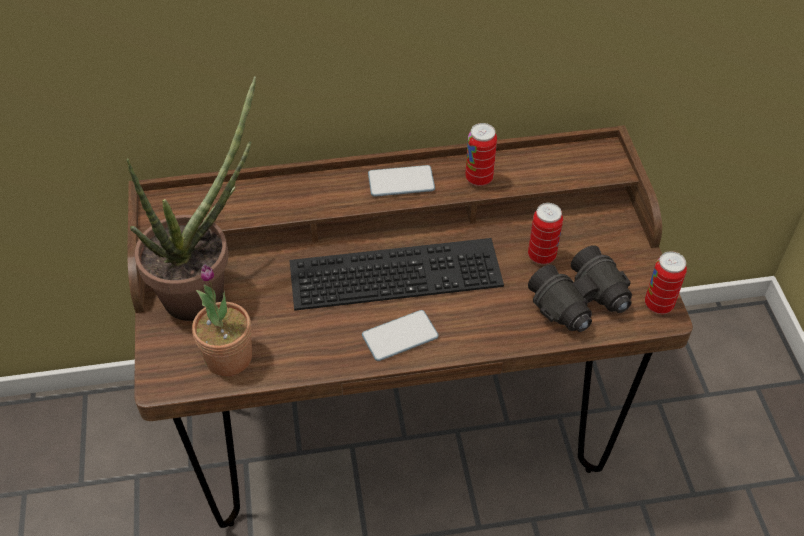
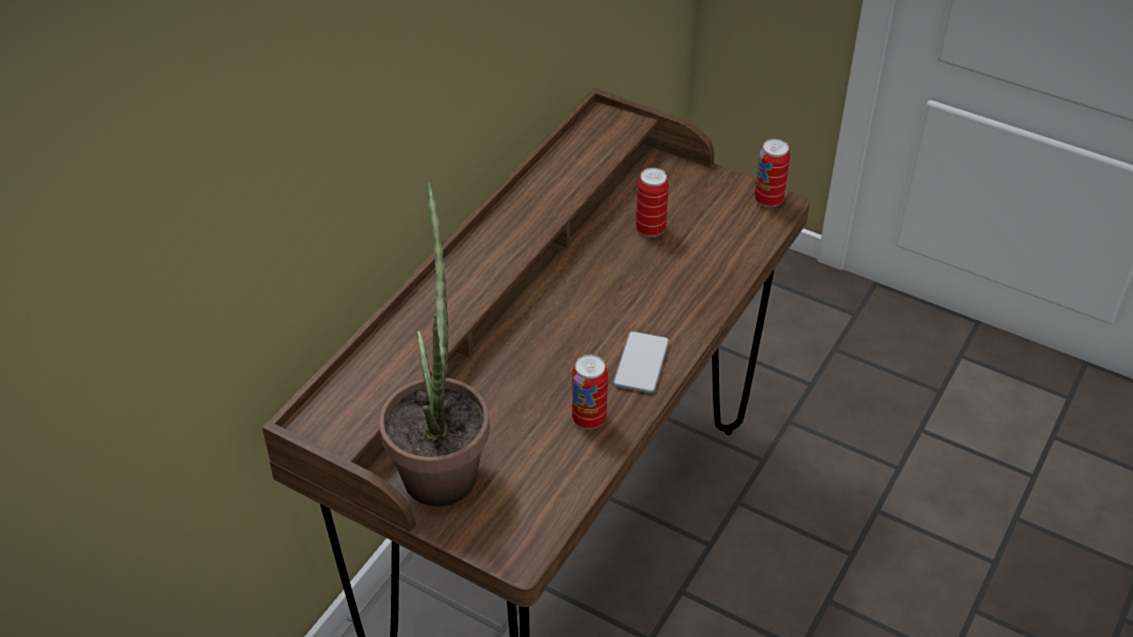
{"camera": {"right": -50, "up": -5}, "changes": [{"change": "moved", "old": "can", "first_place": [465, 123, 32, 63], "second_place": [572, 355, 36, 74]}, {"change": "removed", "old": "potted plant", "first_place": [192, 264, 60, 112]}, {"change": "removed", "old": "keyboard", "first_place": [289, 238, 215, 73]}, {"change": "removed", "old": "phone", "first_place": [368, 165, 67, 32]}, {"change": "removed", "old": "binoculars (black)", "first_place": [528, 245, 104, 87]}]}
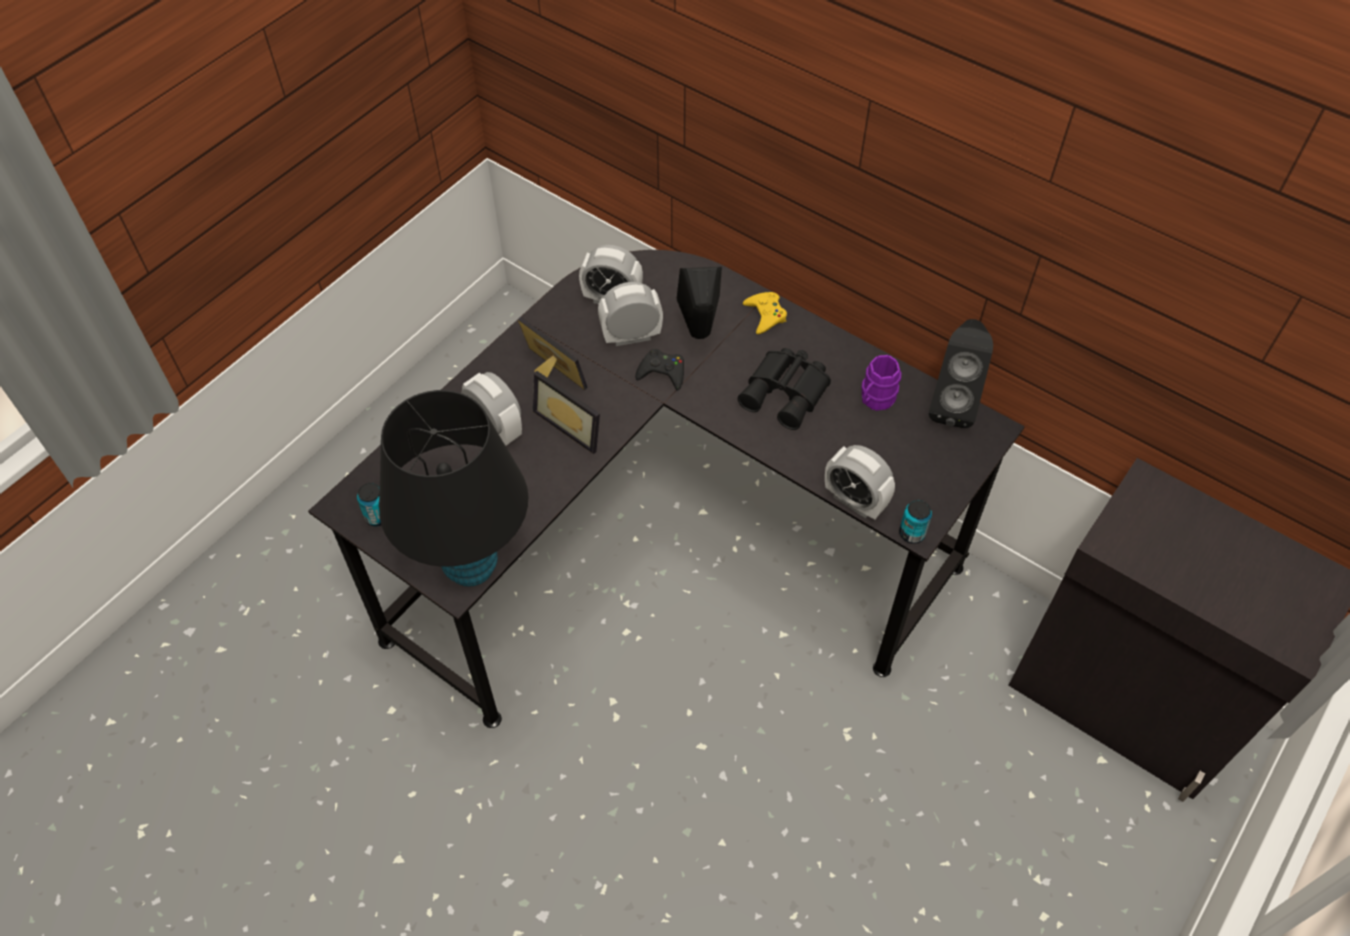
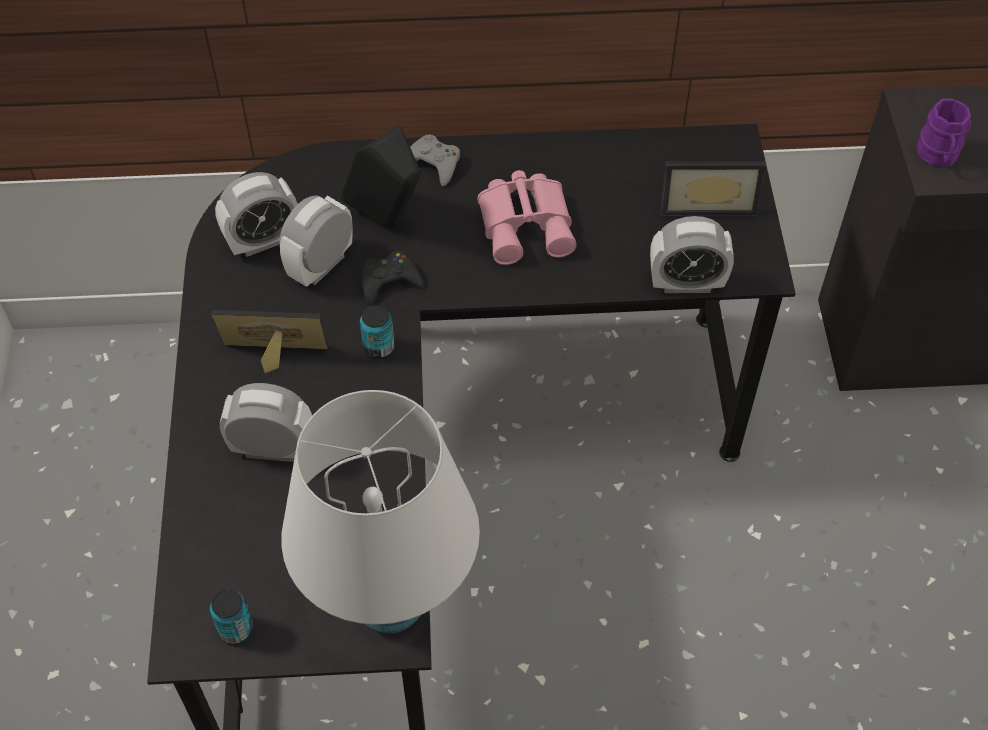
{"camera": {"right": -40, "up": 0}, "changes": [{"change": "recoloured", "old": "table lamp (black)", "new": "table lamp (white)", "first_place": [379, 390, 149, 197], "second_place": [281, 390, 199, 244]}, {"change": "moved", "old": "can", "first_place": [899, 500, 33, 44], "second_place": [360, 305, 35, 54]}, {"change": "recoloured", "old": "game controller (yellow)", "new": "game controller (grey)", "first_place": [743, 292, 44, 42], "second_place": [410, 135, 50, 52]}, {"change": "recoloured", "old": "binoculars (black)", "new": "binoculars (pink)", "first_place": [738, 348, 93, 82], "second_place": [477, 170, 100, 95]}, {"change": "moved", "old": "picture frame", "first_place": [533, 371, 67, 83], "second_place": [660, 161, 106, 55]}, {"change": "moved", "old": "mug (purple)", "first_place": [861, 355, 40, 56], "second_place": [917, 99, 54, 68]}, {"change": "removed", "old": "speaker (black)", "first_place": [929, 319, 64, 109]}]}
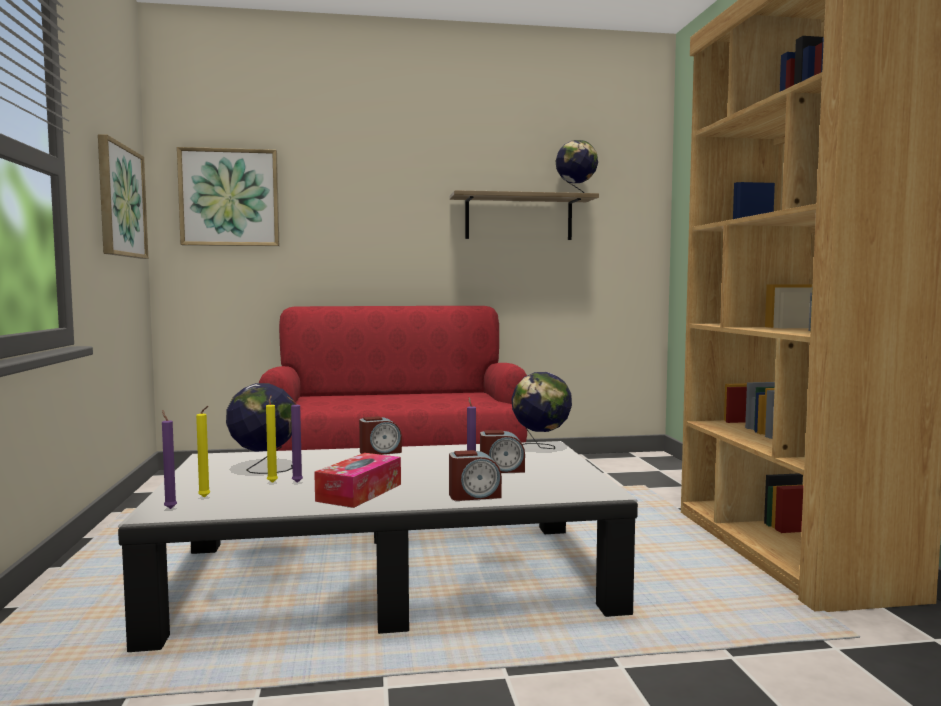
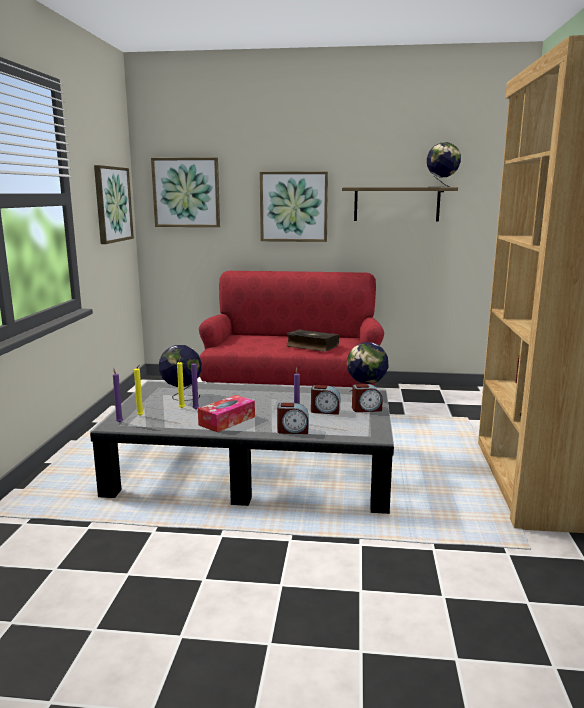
{"camera": {"right": 15, "up": 10}, "changes": [{"change": "added", "new": "picture", "second_place": [260, 171, 68, 71]}, {"change": "added", "new": "book", "second_place": [286, 329, 53, 22]}, {"change": "moved", "old": "alarm clock", "first_place": [359, 416, 43, 39], "second_place": [352, 384, 31, 28]}]}
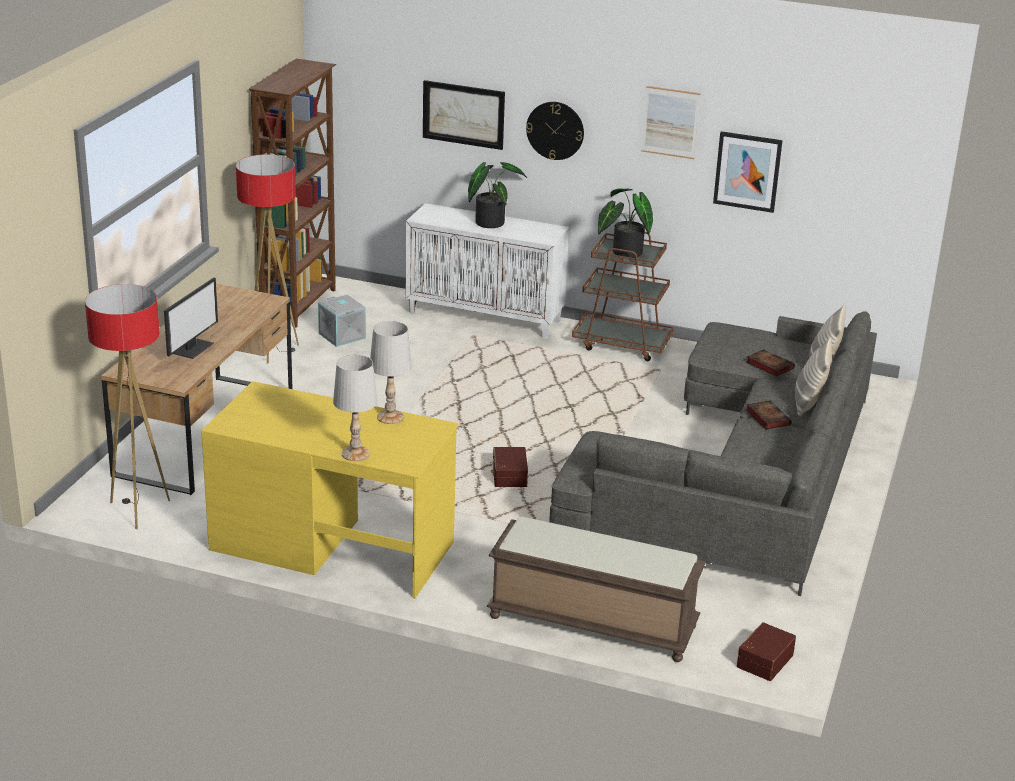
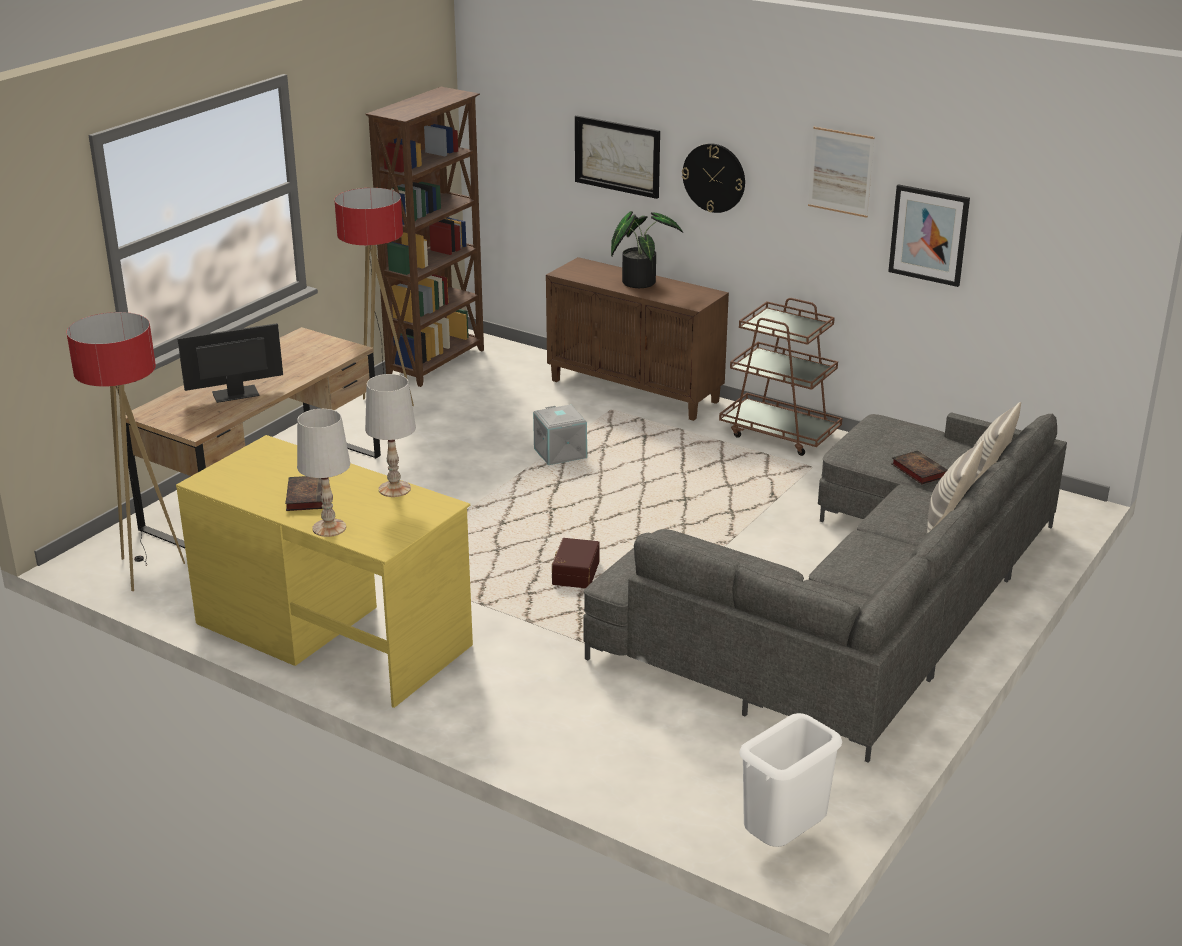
{"camera": {"right": 15, "up": 0}, "changes": [{"change": "turned", "old": "monitor", "first_place": [164, 277, 54, 82], "second_place": [177, 323, 106, 80], "degrees": -150}, {"change": "moved", "old": "book", "first_place": [746, 400, 46, 30], "second_place": [285, 476, 38, 35]}, {"change": "moved", "old": "storage box (grey)", "first_place": [318, 295, 48, 52], "second_place": [533, 404, 54, 61]}, {"change": "recoloured", "old": "cabinet (white)", "new": "cabinet (brown)", "first_place": [406, 203, 163, 136], "second_place": [546, 257, 183, 164]}, {"change": "replaced", "old": "storage box (brown)", "new": "trash can (white)", "first_place": [737, 622, 59, 59], "second_place": [739, 713, 103, 134]}, {"change": "removed", "old": "bench (brown)", "first_place": [487, 516, 219, 146]}, {"change": "removed", "old": "potted plant", "first_place": [598, 189, 55, 69]}]}
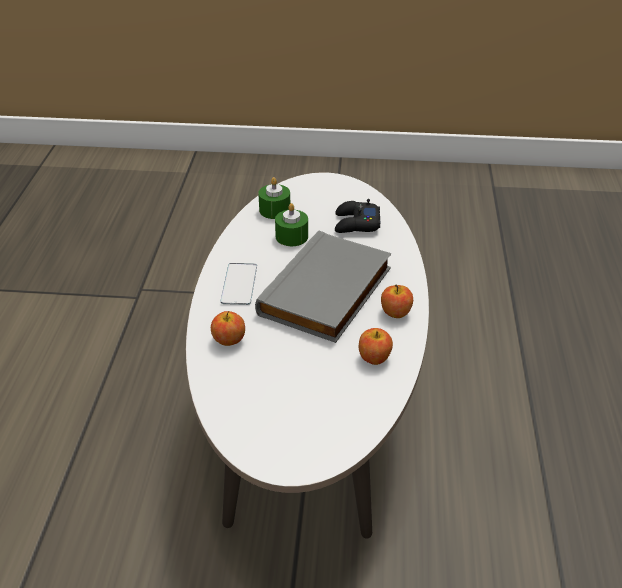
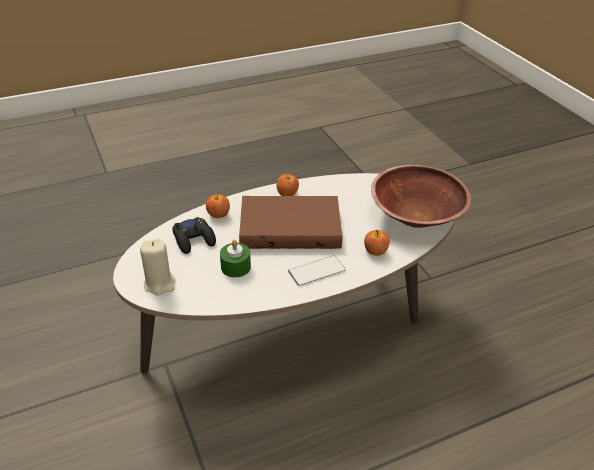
{"camera": {"right": -120, "up": 0}, "changes": [{"change": "added", "new": "candle (beige)", "second_place": [140, 239, 35, 56]}, {"change": "moved", "old": "apple", "first_place": [359, 328, 34, 37], "second_place": [206, 193, 24, 25]}, {"change": "recoloured", "old": "book (grey)", "new": "book (brown)", "first_place": [255, 231, 137, 112], "second_place": [239, 196, 104, 53]}, {"change": "added", "new": "bowl (brown)", "second_place": [371, 165, 100, 63]}, {"change": "removed", "old": "candle (green)", "first_place": [258, 177, 32, 42]}]}
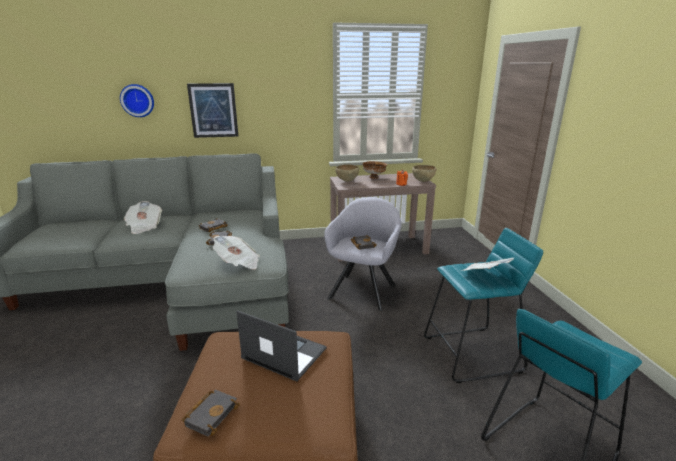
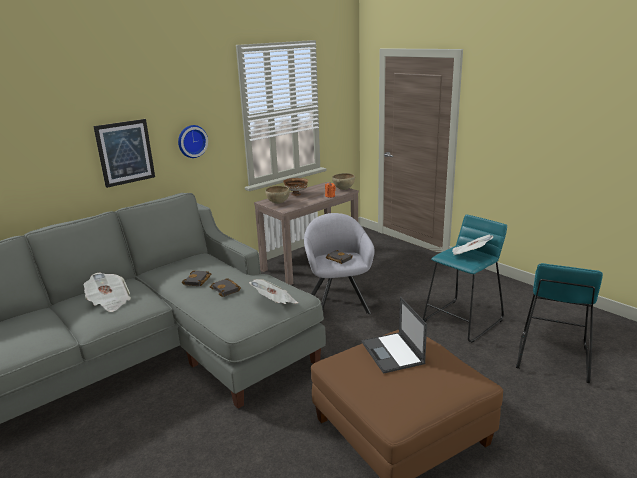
{"camera": {"right": -30, "up": 0}, "changes": [{"change": "moved", "old": "wall clock", "first_place": [120, 84, 34, 33], "second_place": [178, 125, 30, 33]}, {"change": "turned", "old": "laptop", "first_place": [236, 310, 91, 72], "second_place": [362, 297, 65, 77], "degrees": -105}, {"change": "removed", "old": "book (black)", "first_place": [182, 390, 58, 47]}]}
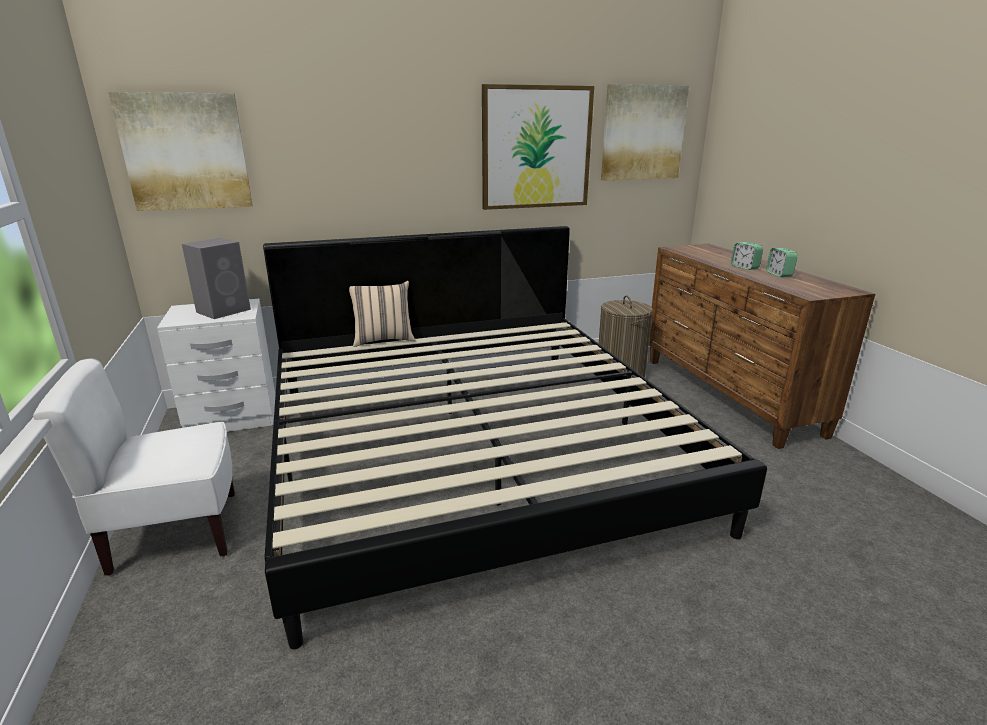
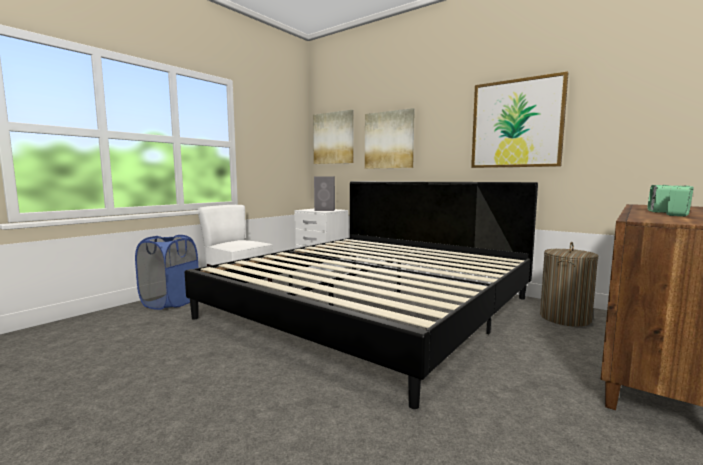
{"camera": {"right": 55, "up": -15}, "changes": [{"change": "added", "new": "laundry basket (blue)", "second_place": [135, 235, 64, 75]}, {"change": "moved", "old": "picture", "first_place": [601, 84, 88, 96], "second_place": [365, 108, 50, 61]}, {"change": "removed", "old": "pillow (beige)", "first_place": [349, 281, 67, 66]}]}
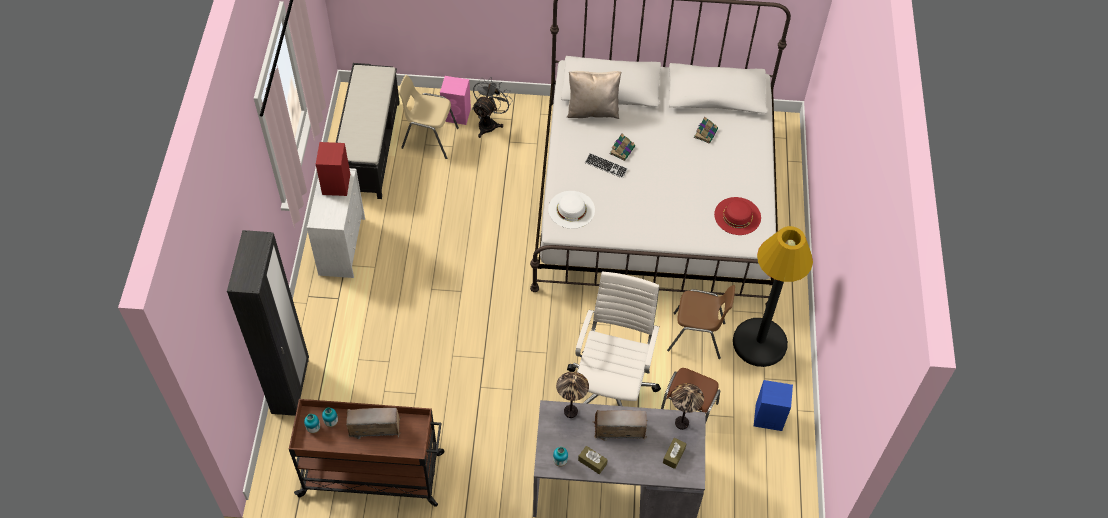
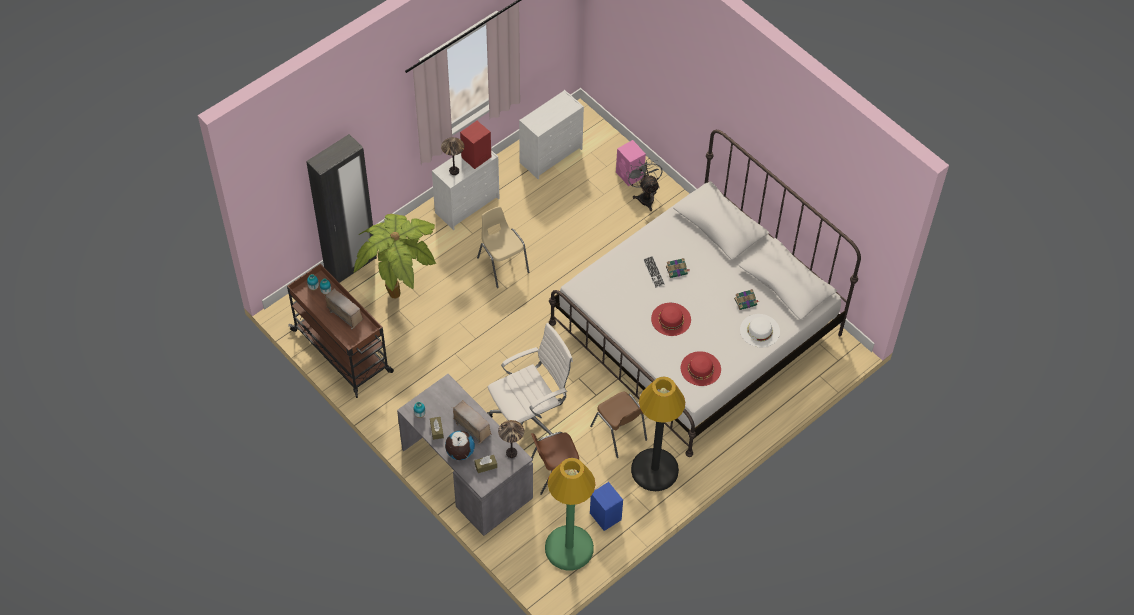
{"camera": {"right": 45, "up": 0}, "changes": [{"change": "added", "new": "potted plant", "second_place": [353, 214, 83, 85]}, {"change": "moved", "old": "table lamp", "first_place": [556, 372, 33, 46], "second_place": [441, 137, 23, 38]}, {"change": "added", "new": "globe", "second_place": [445, 431, 30, 29]}, {"change": "moved", "old": "chair (beige)", "first_place": [398, 75, 61, 84], "second_place": [477, 206, 52, 82]}, {"change": "replaced", "old": "bench (black)", "new": "dresser (white)", "first_place": [336, 63, 64, 136], "second_place": [519, 90, 65, 89]}, {"change": "added", "new": "floor lamp (green)", "second_place": [545, 458, 51, 112]}, {"change": "turned", "old": "fan (grey)", "first_place": [472, 77, 41, 61], "second_place": [626, 159, 37, 52], "degrees": -90}, {"change": "added", "new": "hat (red)", "second_place": [651, 303, 40, 33]}, {"change": "moved", "old": "hat (white)", "first_place": [548, 191, 47, 38], "second_place": [740, 314, 40, 33]}, {"change": "removed", "old": "pillow (beige)", "first_place": [567, 71, 54, 48]}]}
